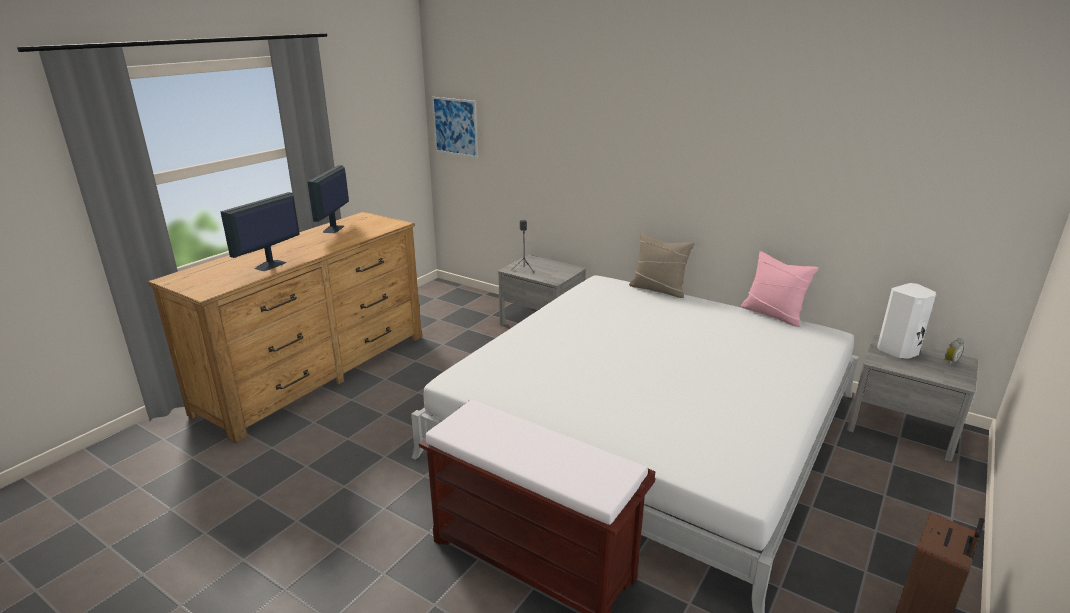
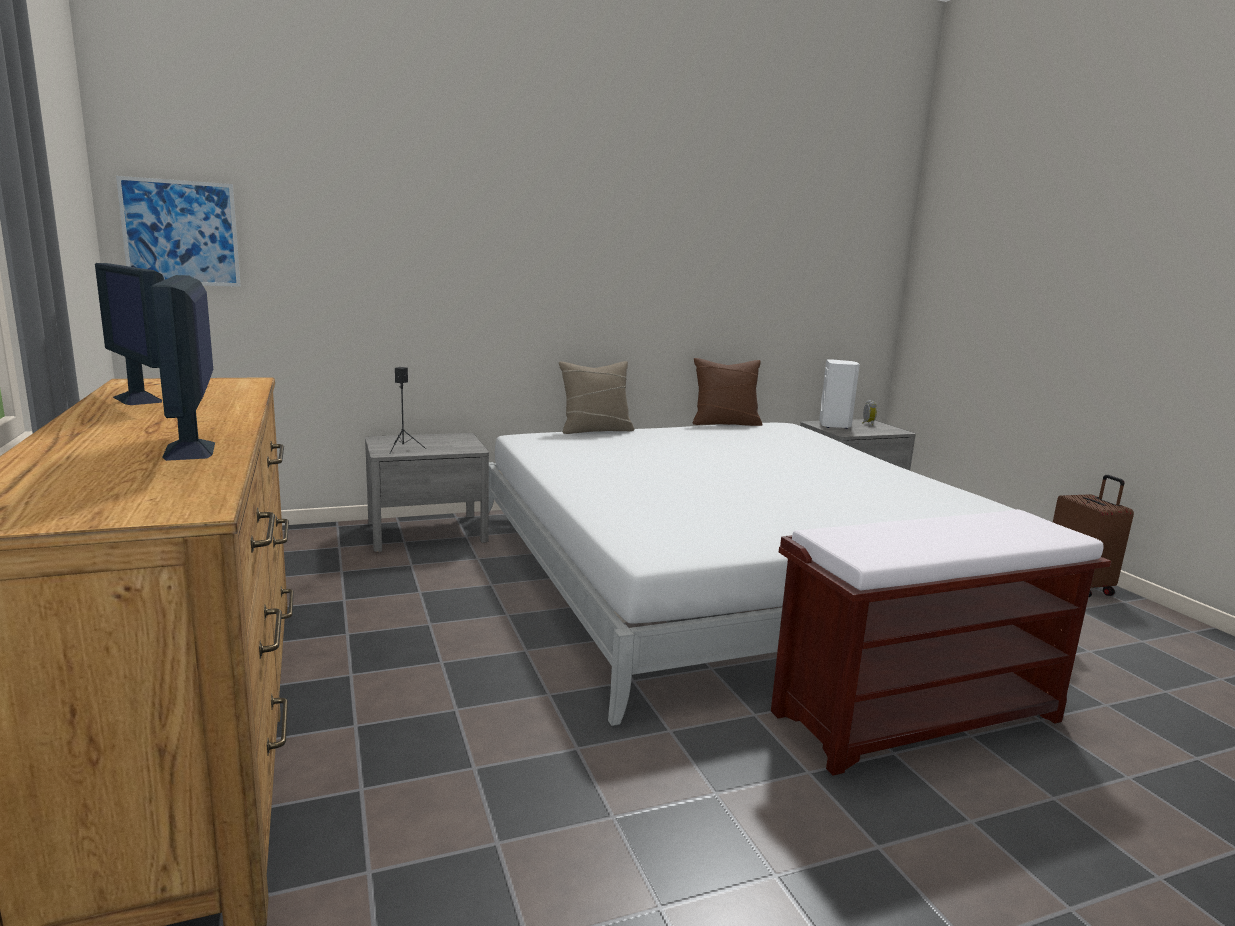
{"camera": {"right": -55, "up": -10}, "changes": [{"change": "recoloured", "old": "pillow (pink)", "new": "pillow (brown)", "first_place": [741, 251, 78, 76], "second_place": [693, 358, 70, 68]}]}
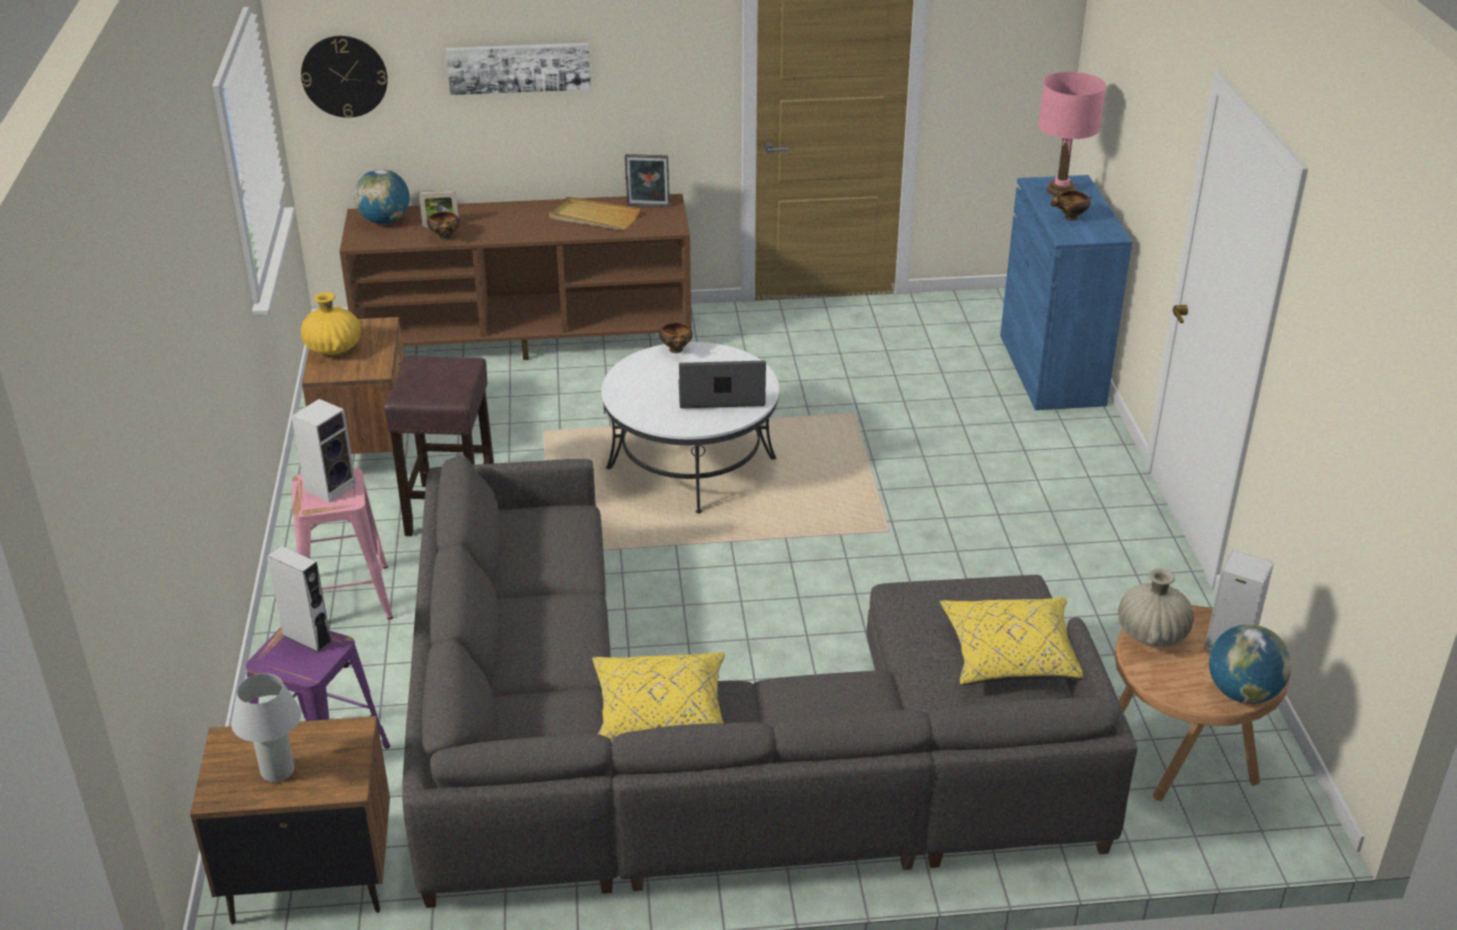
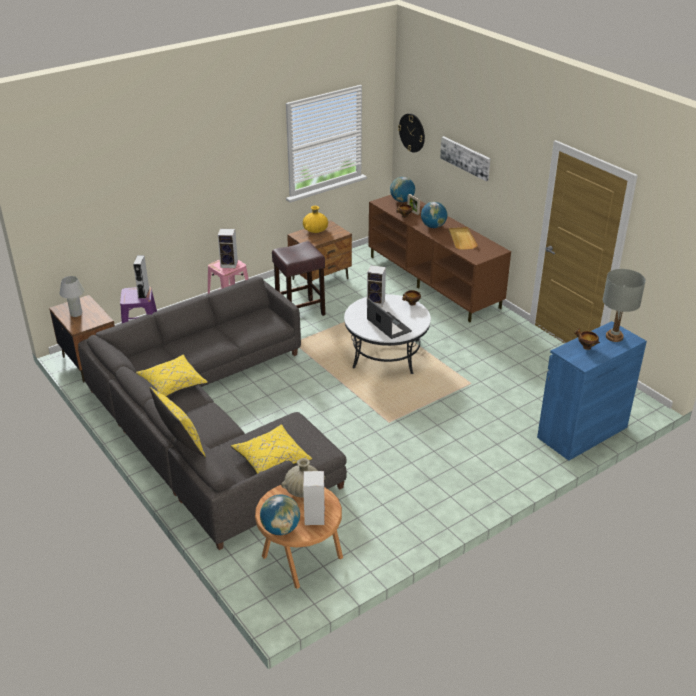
{"camera": {"right": 60, "up": 0}, "changes": [{"change": "added", "new": "pillow (yellow)", "second_place": [150, 387, 56, 70]}, {"change": "added", "new": "speaker", "second_place": [367, 265, 19, 42]}, {"change": "added", "new": "globe", "second_place": [421, 201, 26, 27]}, {"change": "recoloured", "old": "table lamp (pink)", "new": "table lamp (grey)", "first_place": [1038, 72, 68, 124], "second_place": [603, 269, 43, 73]}, {"change": "removed", "old": "picture frame", "first_place": [625, 154, 45, 53]}]}
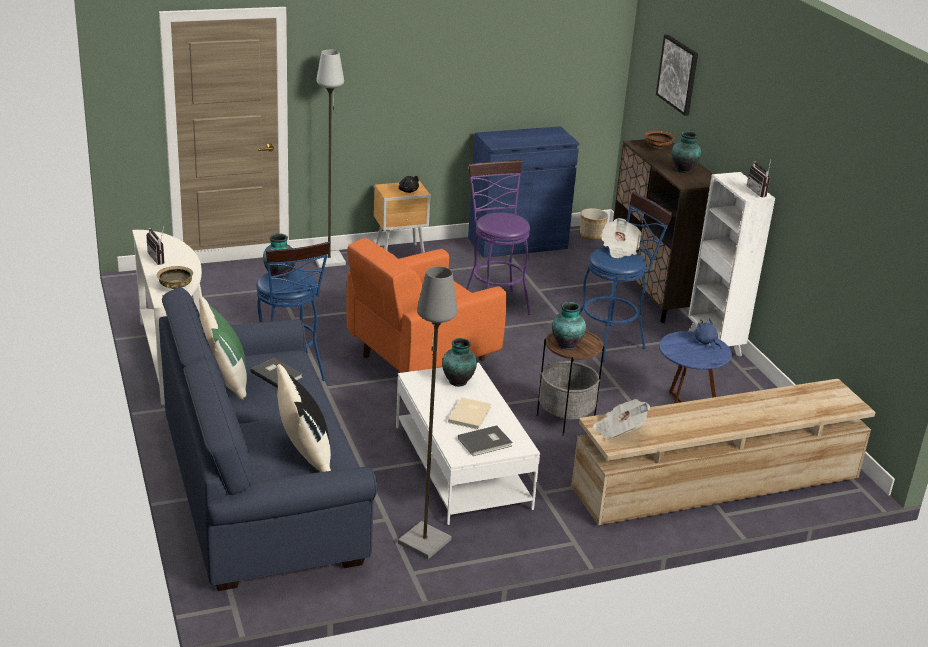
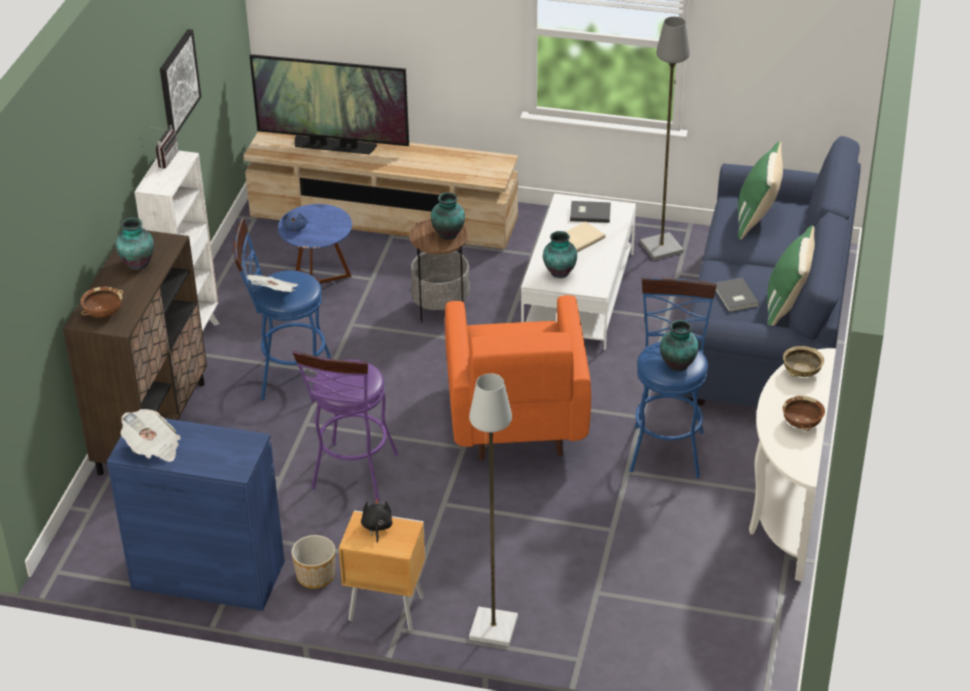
{"camera": {"right": -145, "up": 10}, "changes": [{"change": "moved", "old": "newspaper", "first_place": [593, 399, 58, 41], "second_place": [120, 409, 61, 53]}, {"change": "moved", "old": "picture", "first_place": [656, 35, 42, 81], "second_place": [160, 29, 41, 106]}, {"change": "added", "new": "television", "second_place": [250, 54, 159, 100]}, {"change": "moved", "old": "planter", "first_place": [580, 208, 28, 32], "second_place": [291, 535, 44, 54]}, {"change": "turned", "old": "armchair (orange)", "first_place": [346, 238, 161, 135], "second_place": [445, 295, 146, 165], "degrees": 90}, {"change": "recoloured", "old": "pillow (black)", "new": "pillow (green)", "first_place": [277, 364, 54, 108], "second_place": [738, 141, 45, 99]}, {"change": "replaced", "old": "radio", "new": "bowl (brown)", "first_place": [146, 223, 19, 42], "second_place": [783, 395, 42, 36]}]}
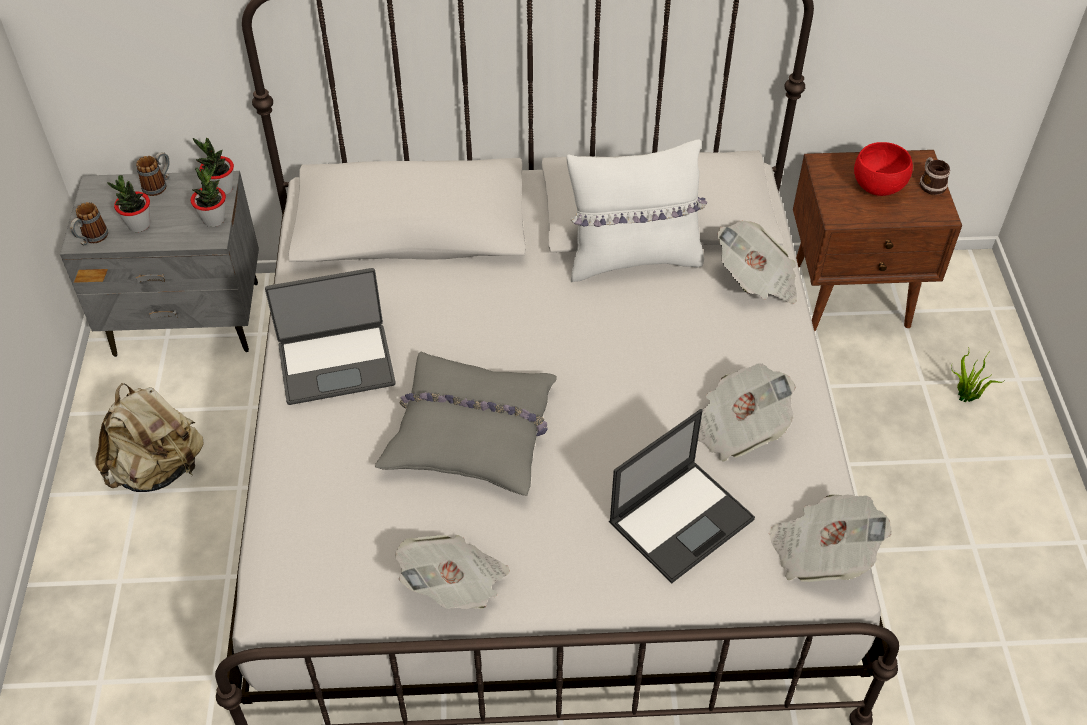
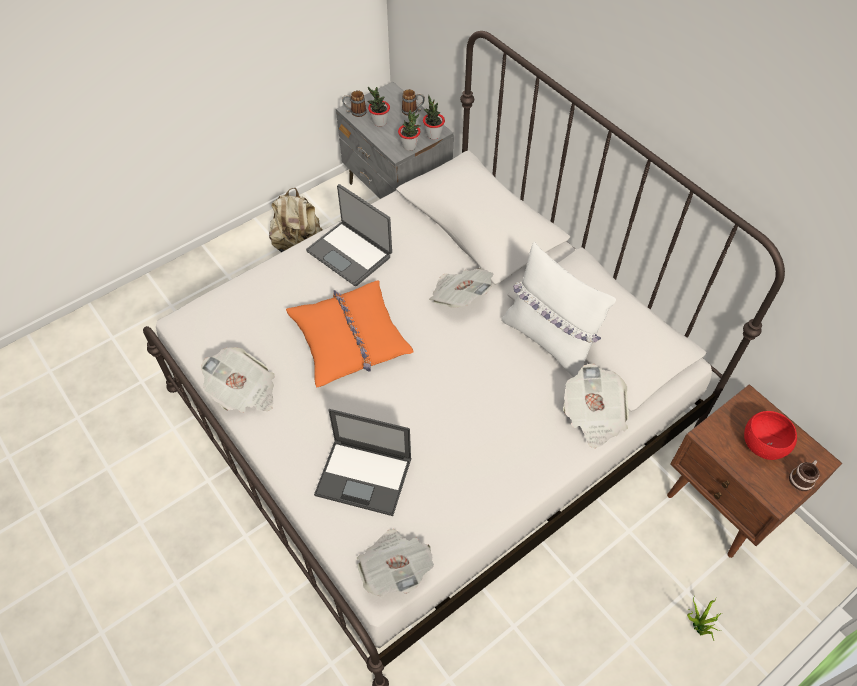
{"camera": {"right": 55, "up": 5}, "changes": [{"change": "recoloured", "old": "pillow (grey)", "new": "pillow (orange)", "first_place": [375, 352, 182, 144], "second_place": [286, 280, 128, 107]}, {"change": "moved", "old": "newspaper", "first_place": [698, 364, 98, 97], "second_place": [429, 268, 65, 40]}]}
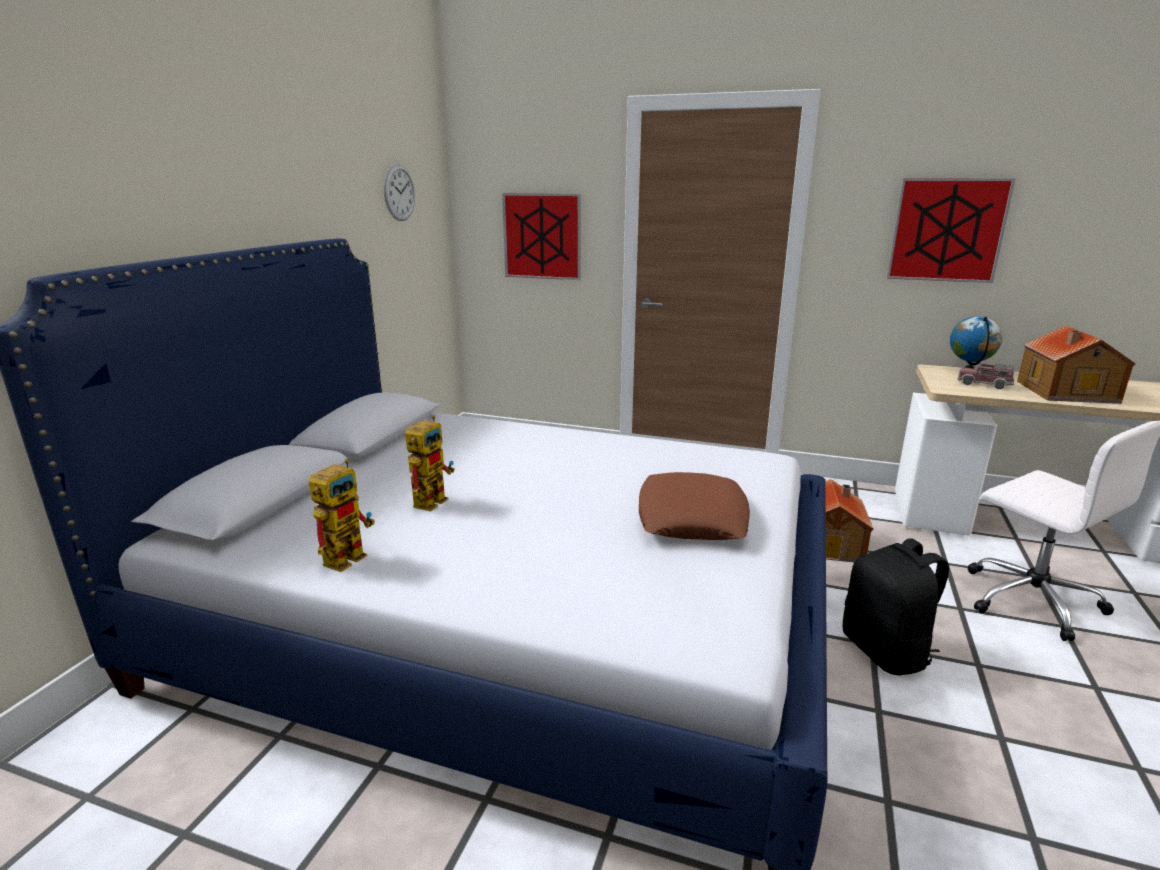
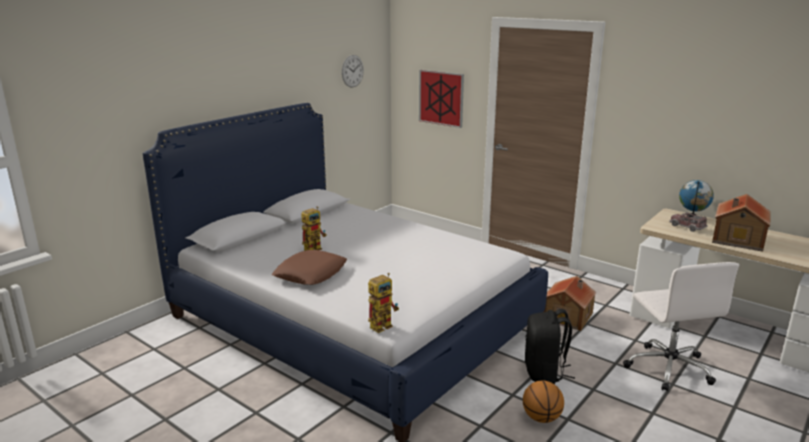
{"camera": {"right": 20, "up": 0}, "changes": [{"change": "moved", "old": "pillow (brown)", "first_place": [639, 472, 111, 68], "second_place": [272, 250, 75, 35]}, {"change": "moved", "old": "toy robot", "first_place": [309, 459, 66, 113], "second_place": [368, 273, 31, 60]}, {"change": "added", "new": "basketball", "second_place": [523, 381, 41, 42]}, {"change": "removed", "old": "picture", "first_place": [887, 178, 128, 105]}]}
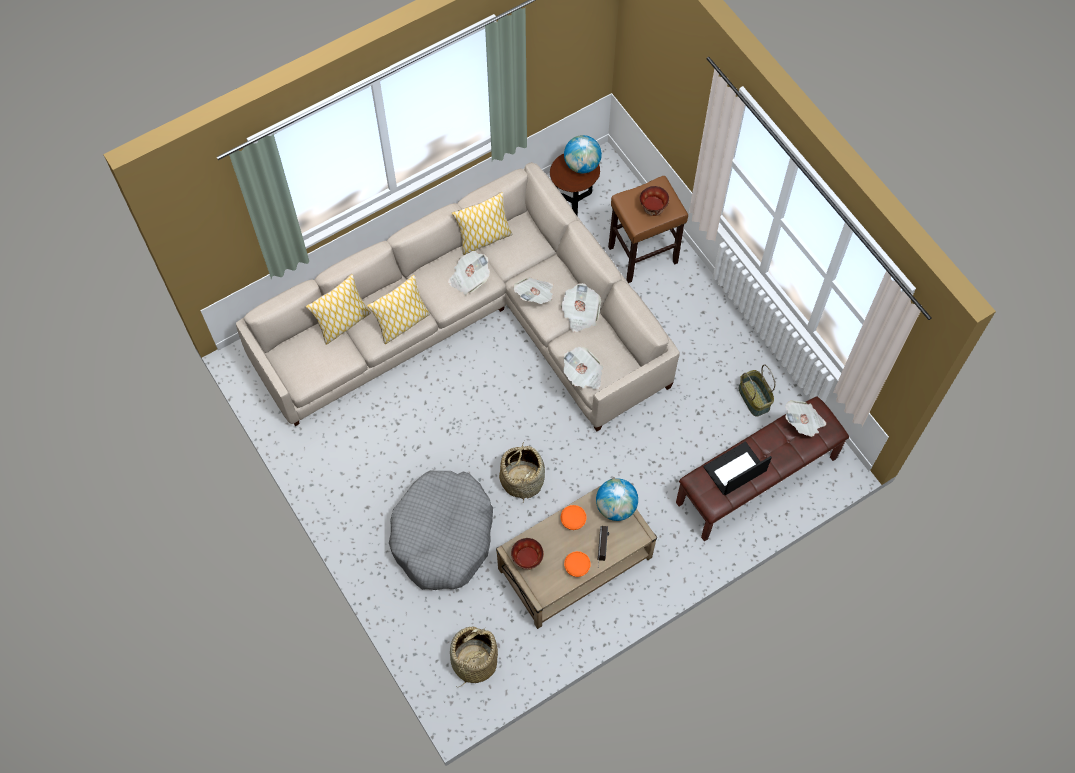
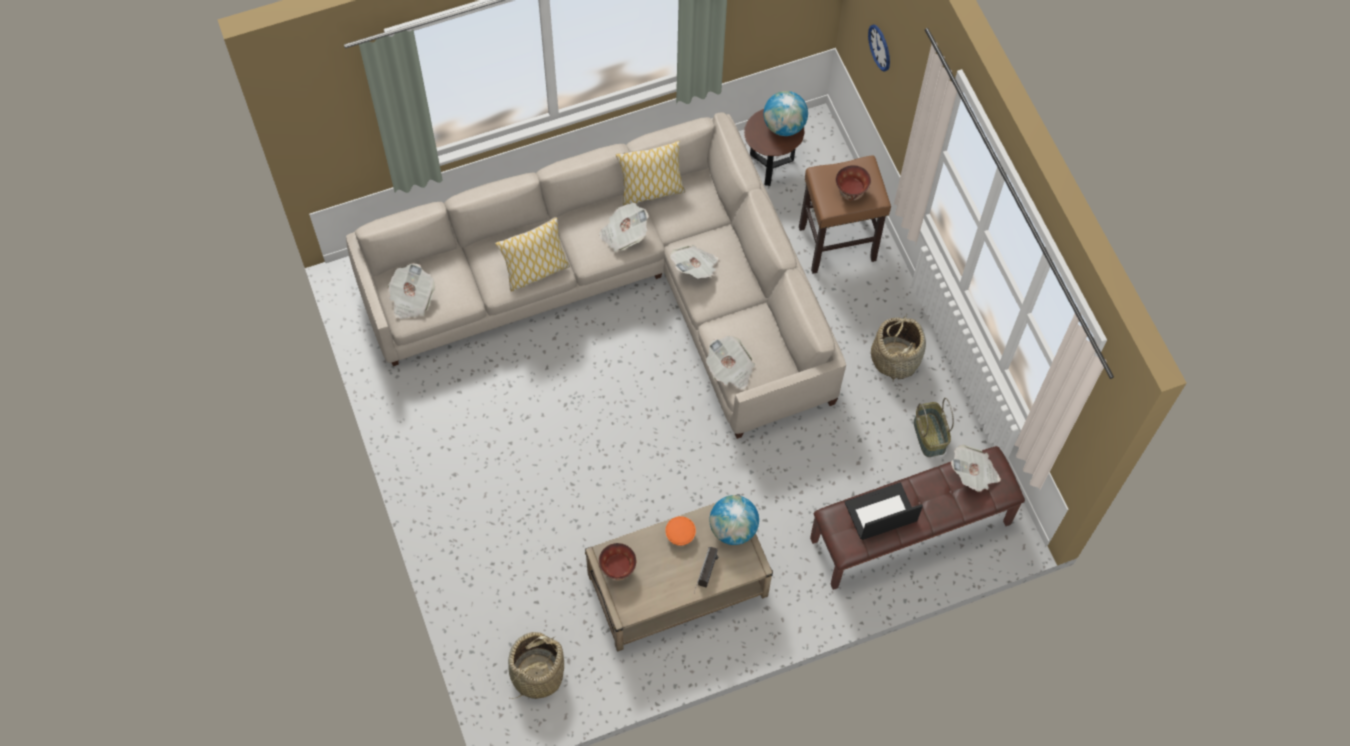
{"camera": {"right": 10, "up": 0}, "changes": [{"change": "moved", "old": "newspaper", "first_place": [561, 283, 40, 49], "second_place": [388, 263, 47, 56]}, {"change": "added", "new": "wall clock", "second_place": [868, 24, 22, 48]}, {"change": "moved", "old": "basket", "first_place": [499, 442, 46, 60], "second_place": [871, 315, 55, 66]}, {"change": "removed", "old": "pillow", "first_place": [306, 274, 65, 71]}, {"change": "removed", "old": "dog bed (grey)", "first_place": [389, 470, 104, 120]}, {"change": "removed", "old": "bowl (orange)", "first_place": [564, 551, 27, 26]}]}
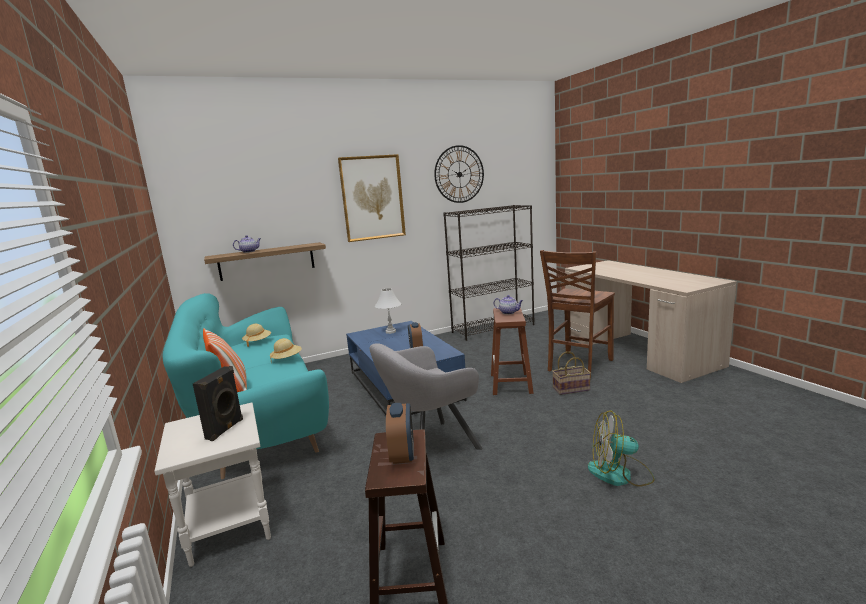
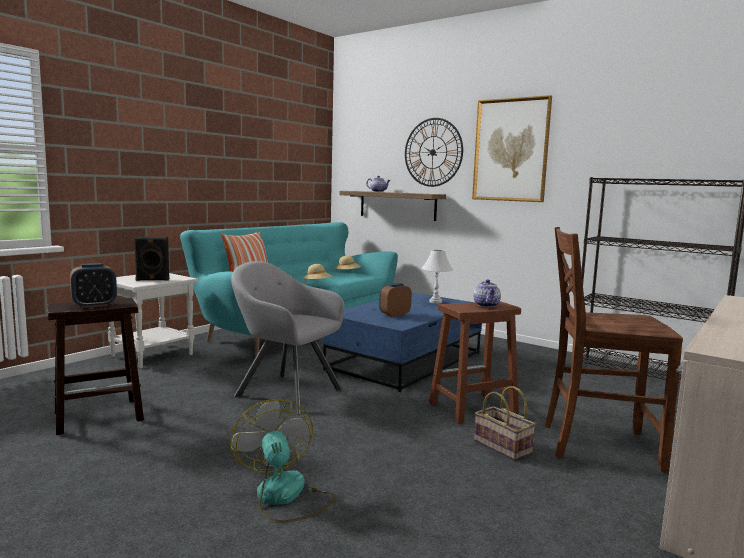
{"camera": {"right": 60, "up": -5}, "changes": [{"change": "moved", "old": "wall clock", "first_place": [434, 145, 50, 58], "second_place": [405, 118, 58, 69]}]}
